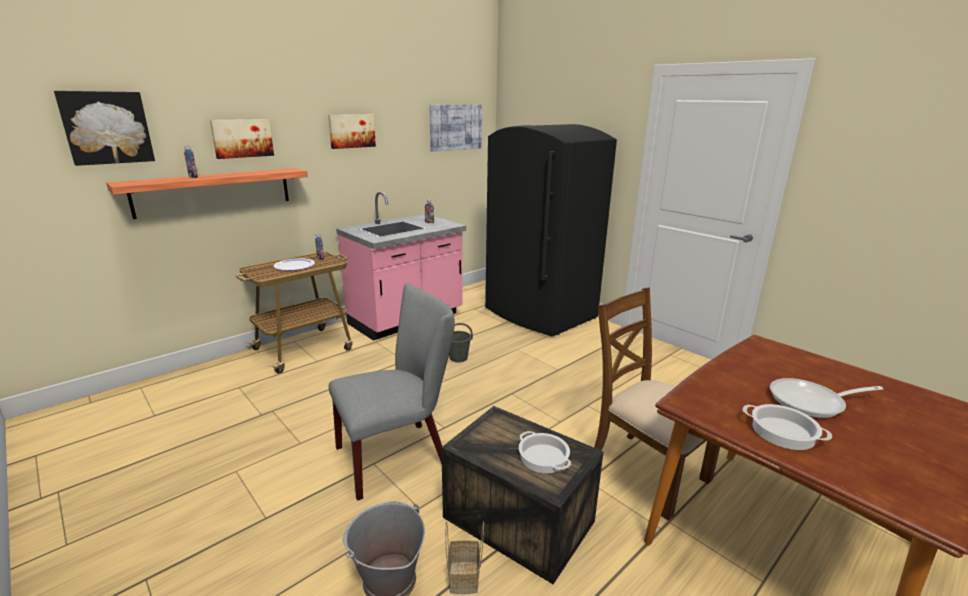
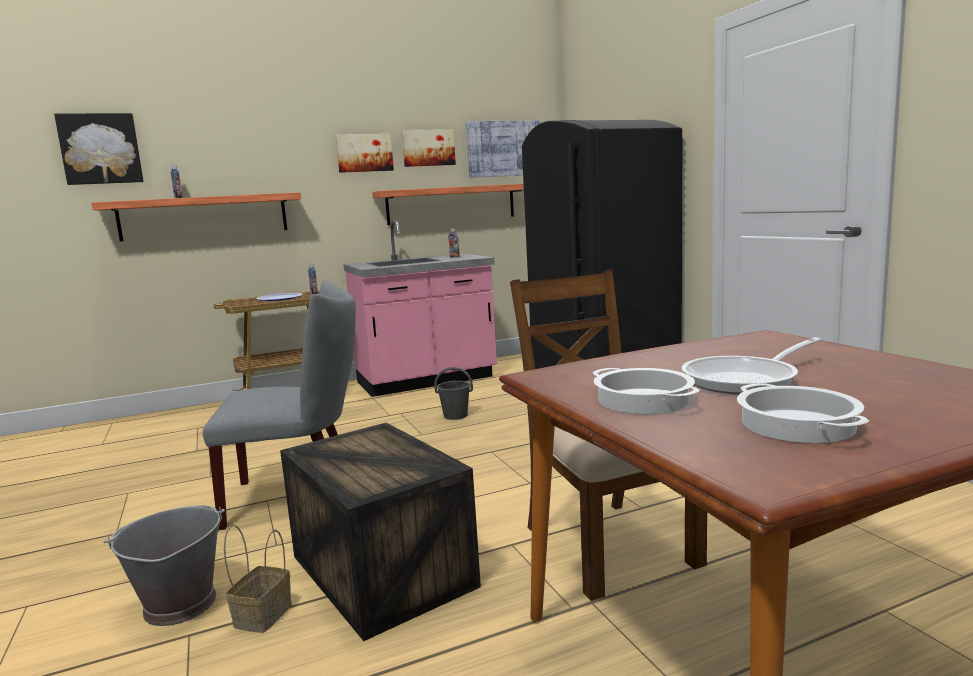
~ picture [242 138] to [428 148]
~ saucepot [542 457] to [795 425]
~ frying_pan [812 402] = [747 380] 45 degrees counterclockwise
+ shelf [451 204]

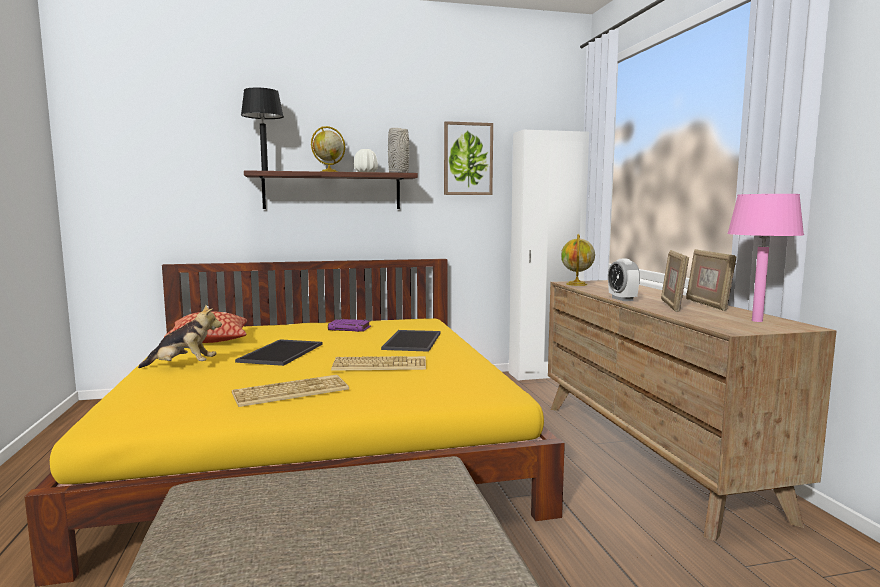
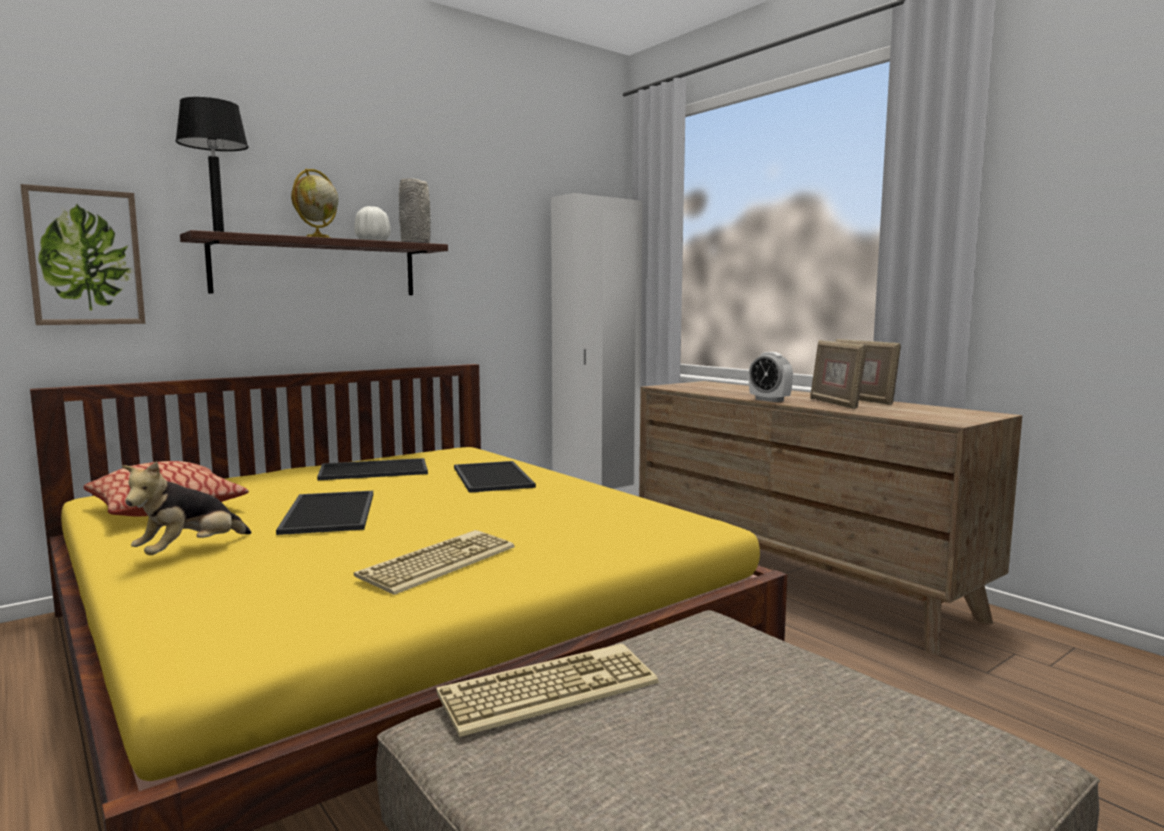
~ soft_toy [183 366] = [190 552] 150 degrees clockwise
~ purple_volume [350 328] to carrying_tray [375 470]
~ PC_keyboard [380 365] to [549 688]
~ picture [468 159] to [85 257]
- world_globe [577 284]
- pink_lamp_for_a_table [757 320]

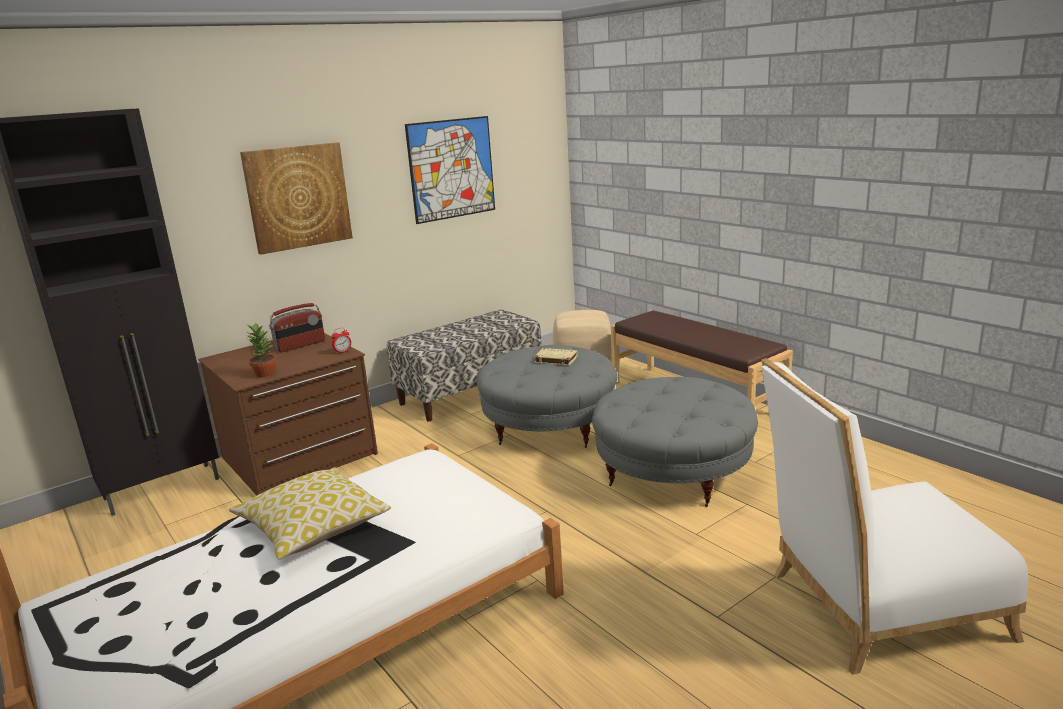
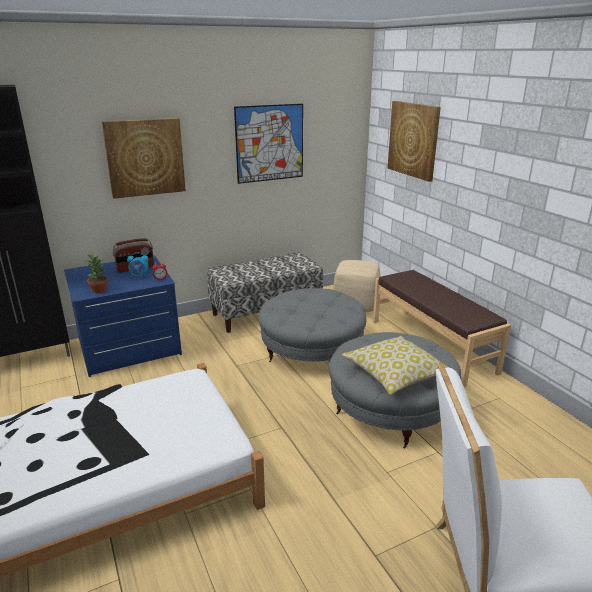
~ brownish_dresser [300 457] to blue-coloured_dresser [129 347]
~ throw_pillow [312 528] to [394 374]
- beige-coloured_volume [555 360]
+ bedside_clock [139 276]
+ picture [413 140]

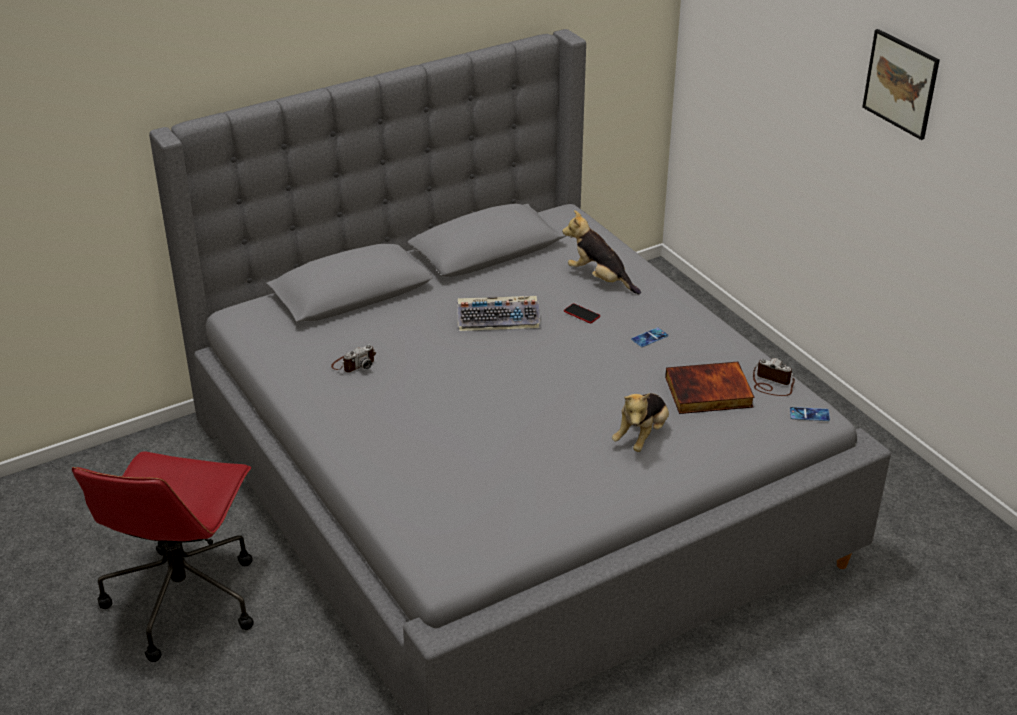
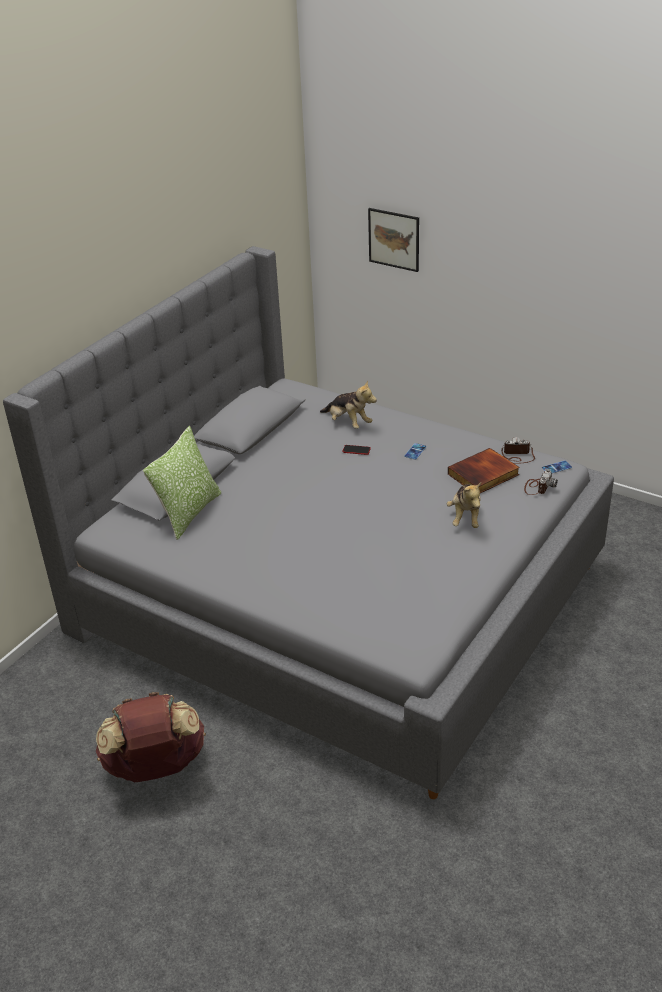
~ red_office_chair [183 598] to brownish_knapsack [156 767]
~ still_camera [354 363] to [538 487]
- PC_keyboard [499 319]
~ soft_toy [600 279] = [348 423] 150 degrees counterclockwise
~ picture [901 83] to [394 239]
+ throw_pillow [189 513]

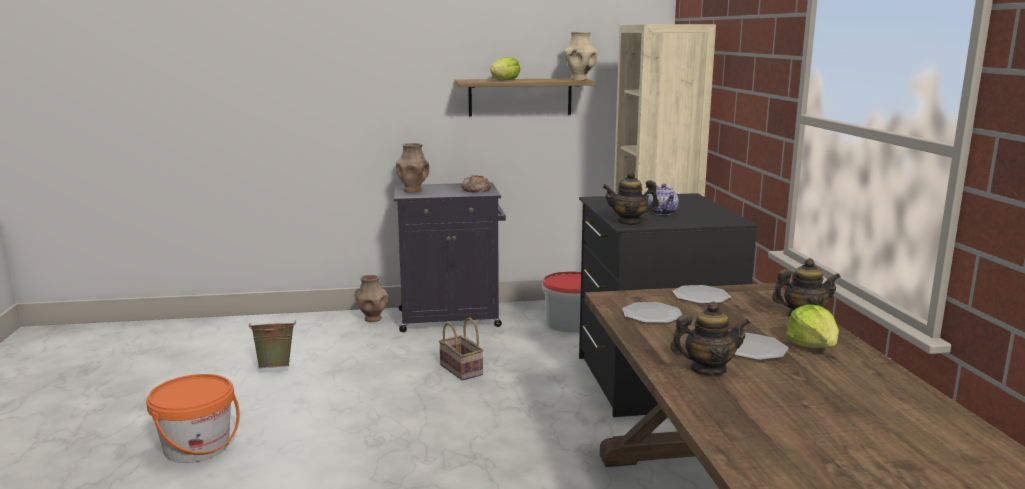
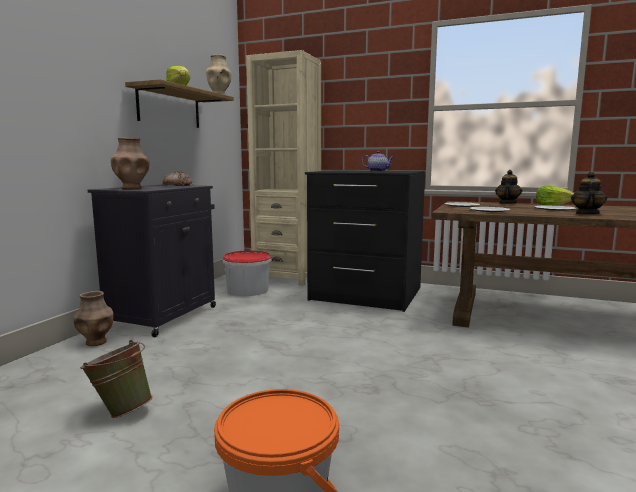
- household_basket [462 370]
- pot_for_tea [629 222]

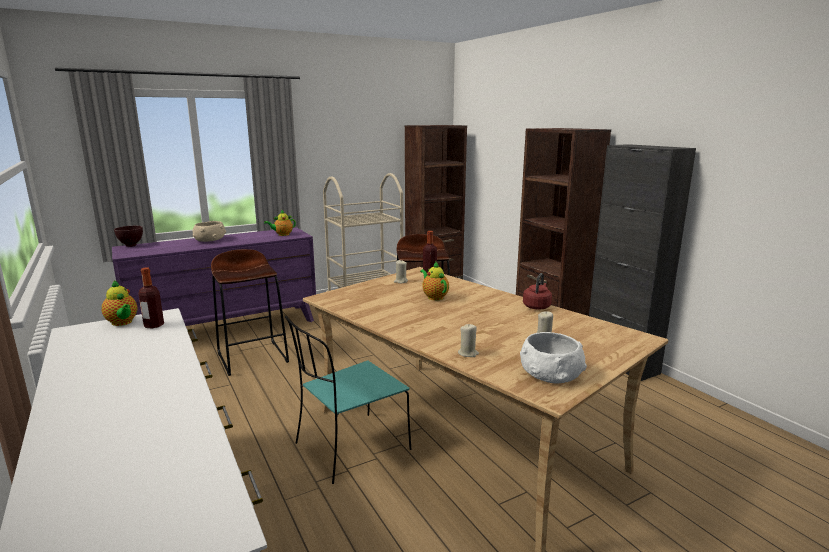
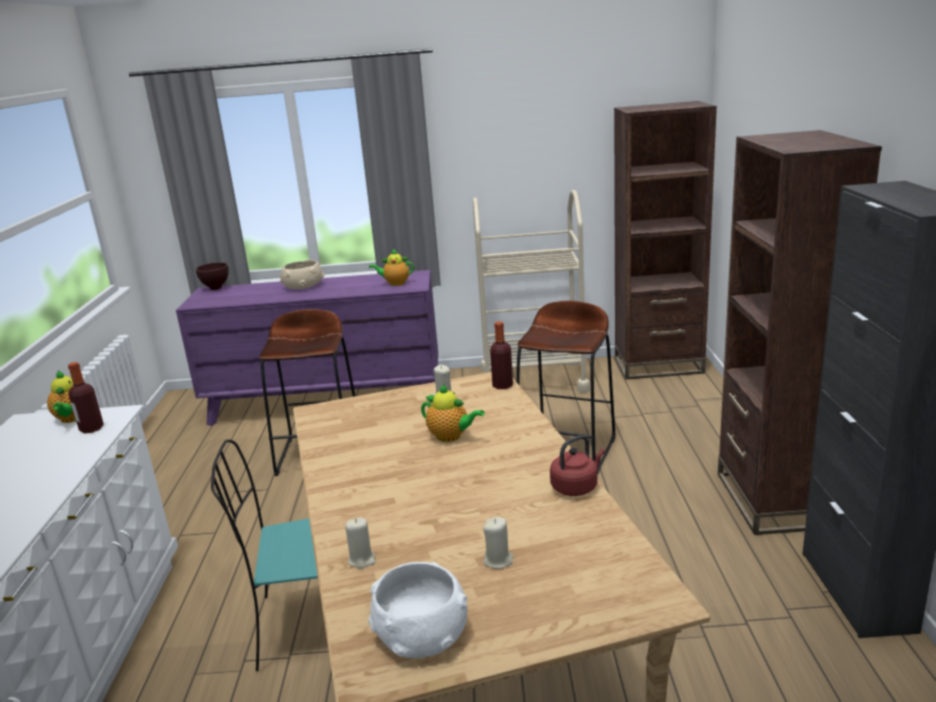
~ pot_for_tea [434 297] = [451 436] 120 degrees clockwise

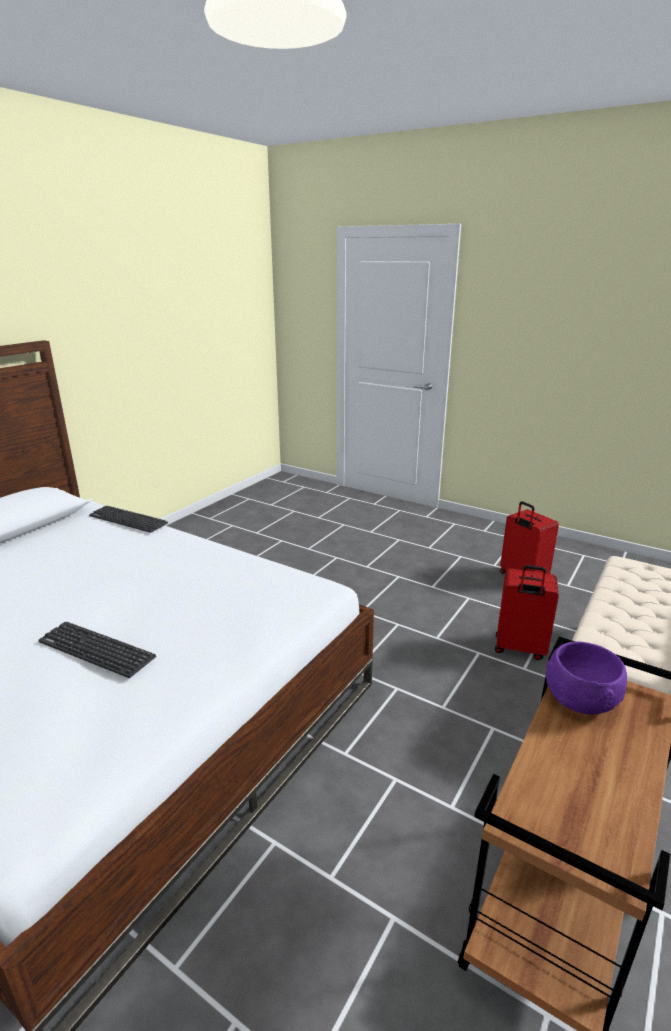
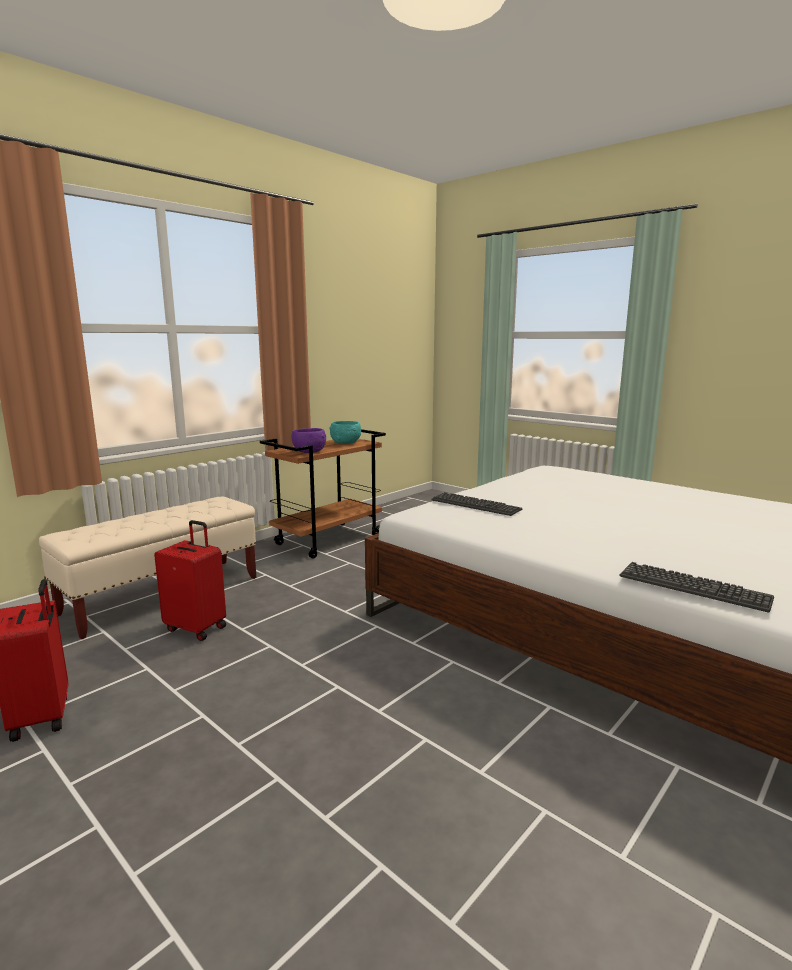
~ PC_keyboard [96 649] to [475 505]
+ blue-green_deep_dish [346 443]

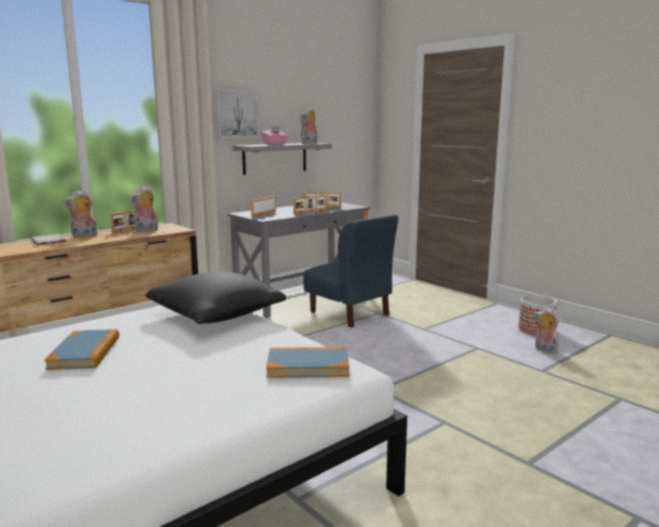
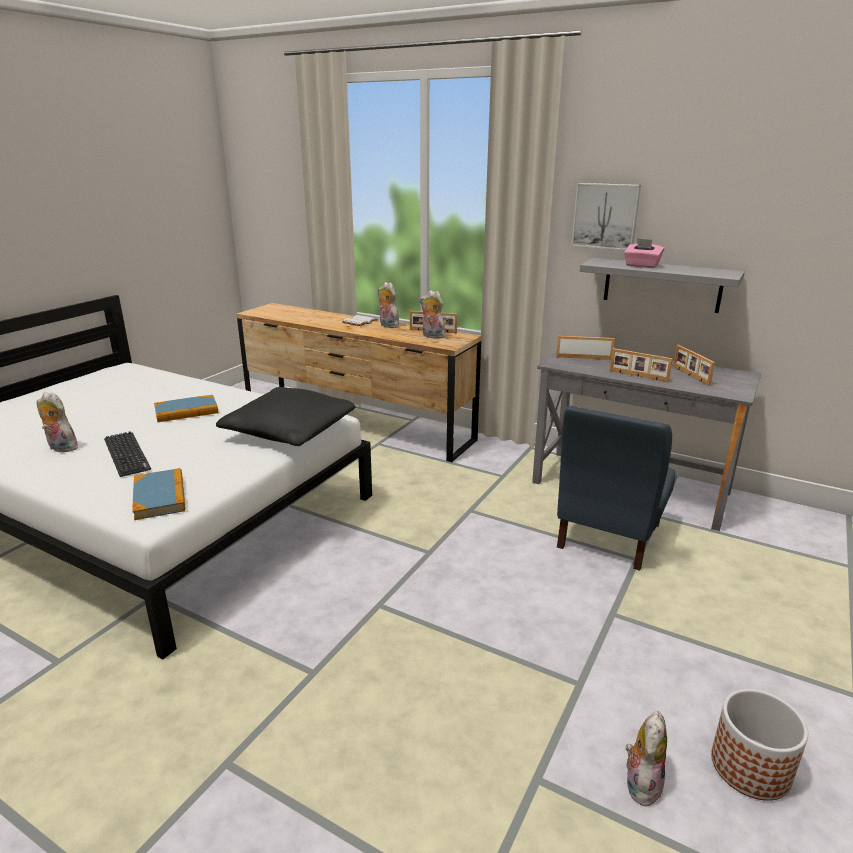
~ soft_toy [309 143] to [60 448]
+ PC_keyboard [126 454]

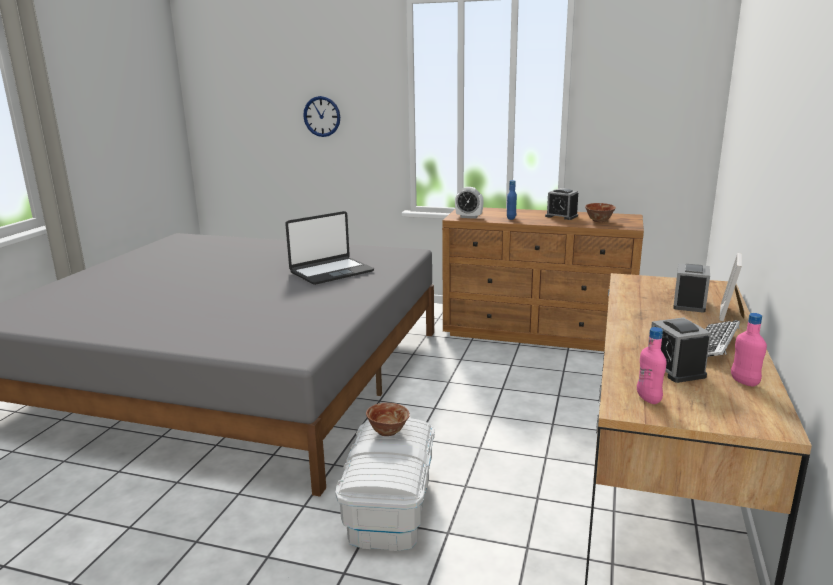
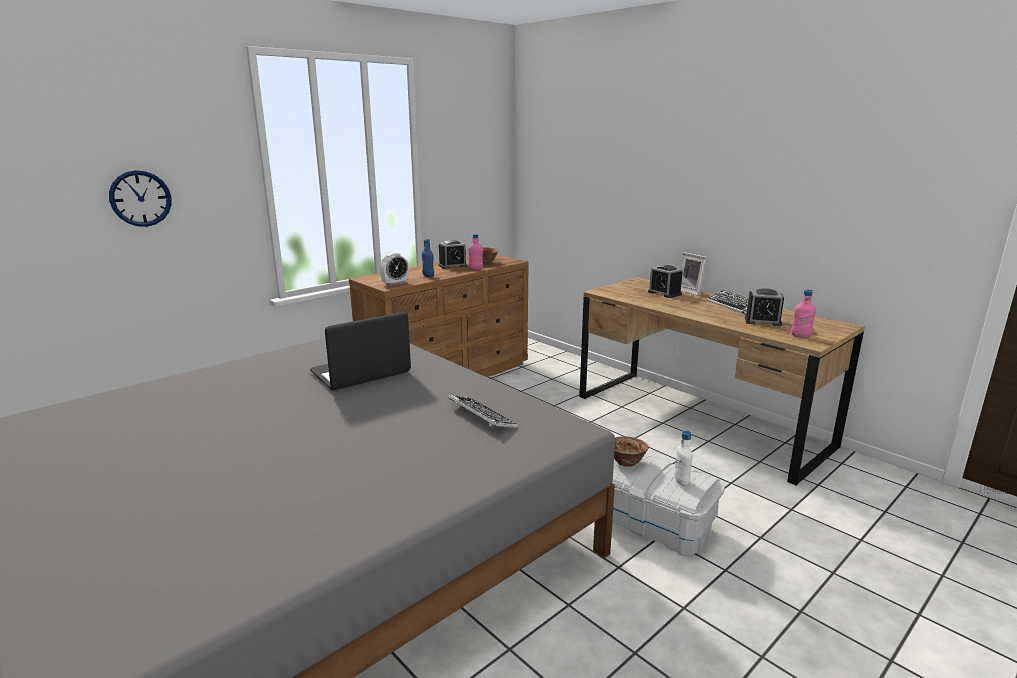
~ notebook_computer [331 272] = [361 373] 120 degrees counterclockwise
~ pink_beverage_bottle [744 382] to [476 269]
+ PC_keyboard [481 417]
+ white-coloured_beverage_bottle [681 481]

